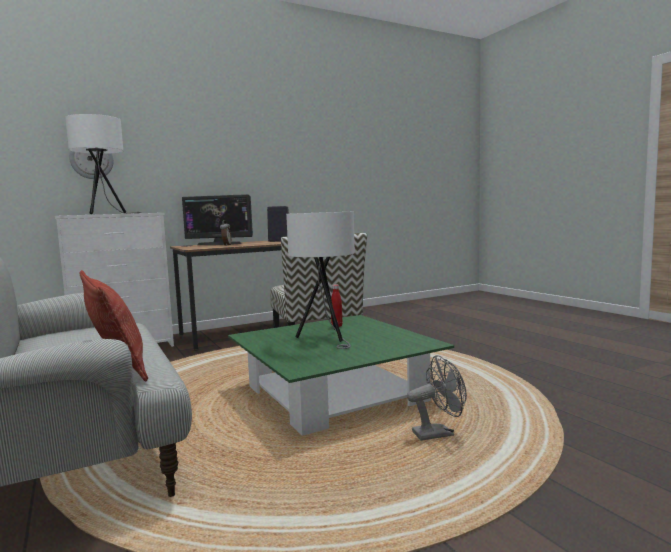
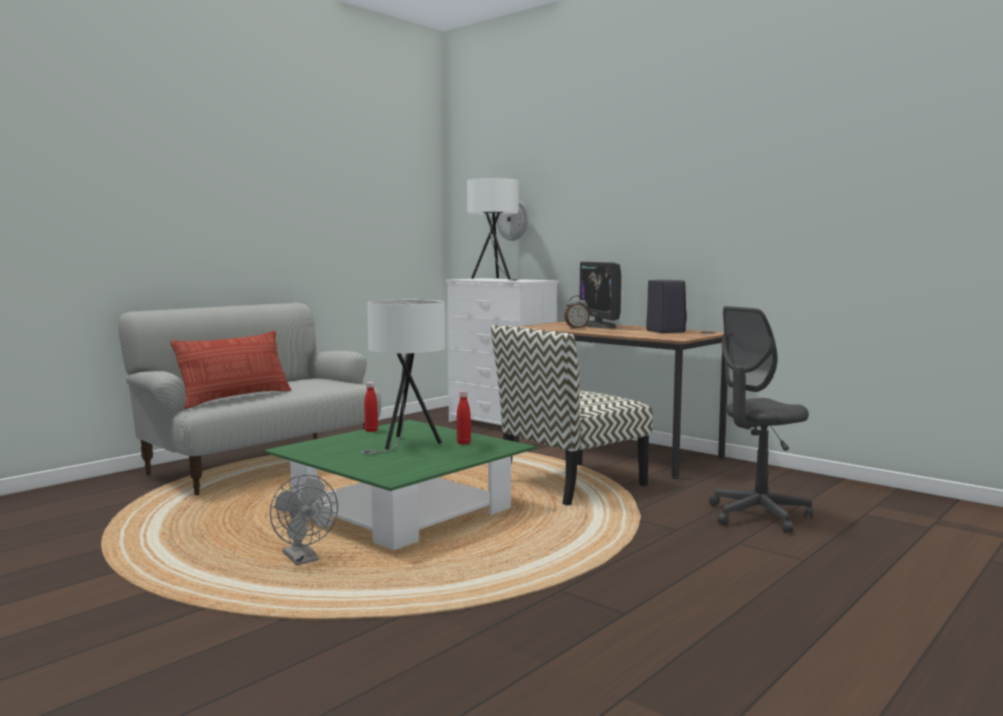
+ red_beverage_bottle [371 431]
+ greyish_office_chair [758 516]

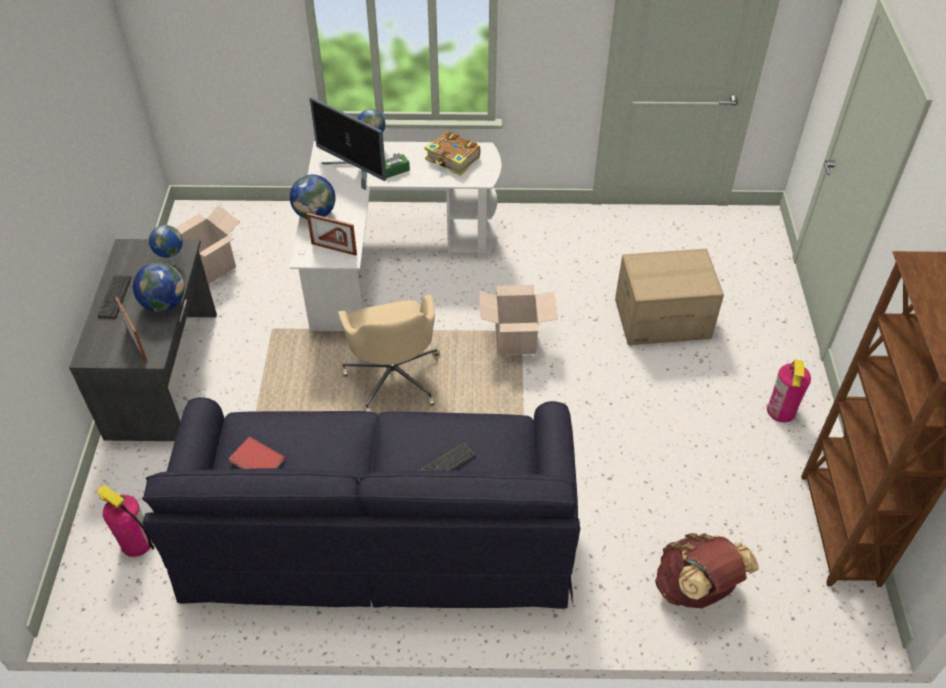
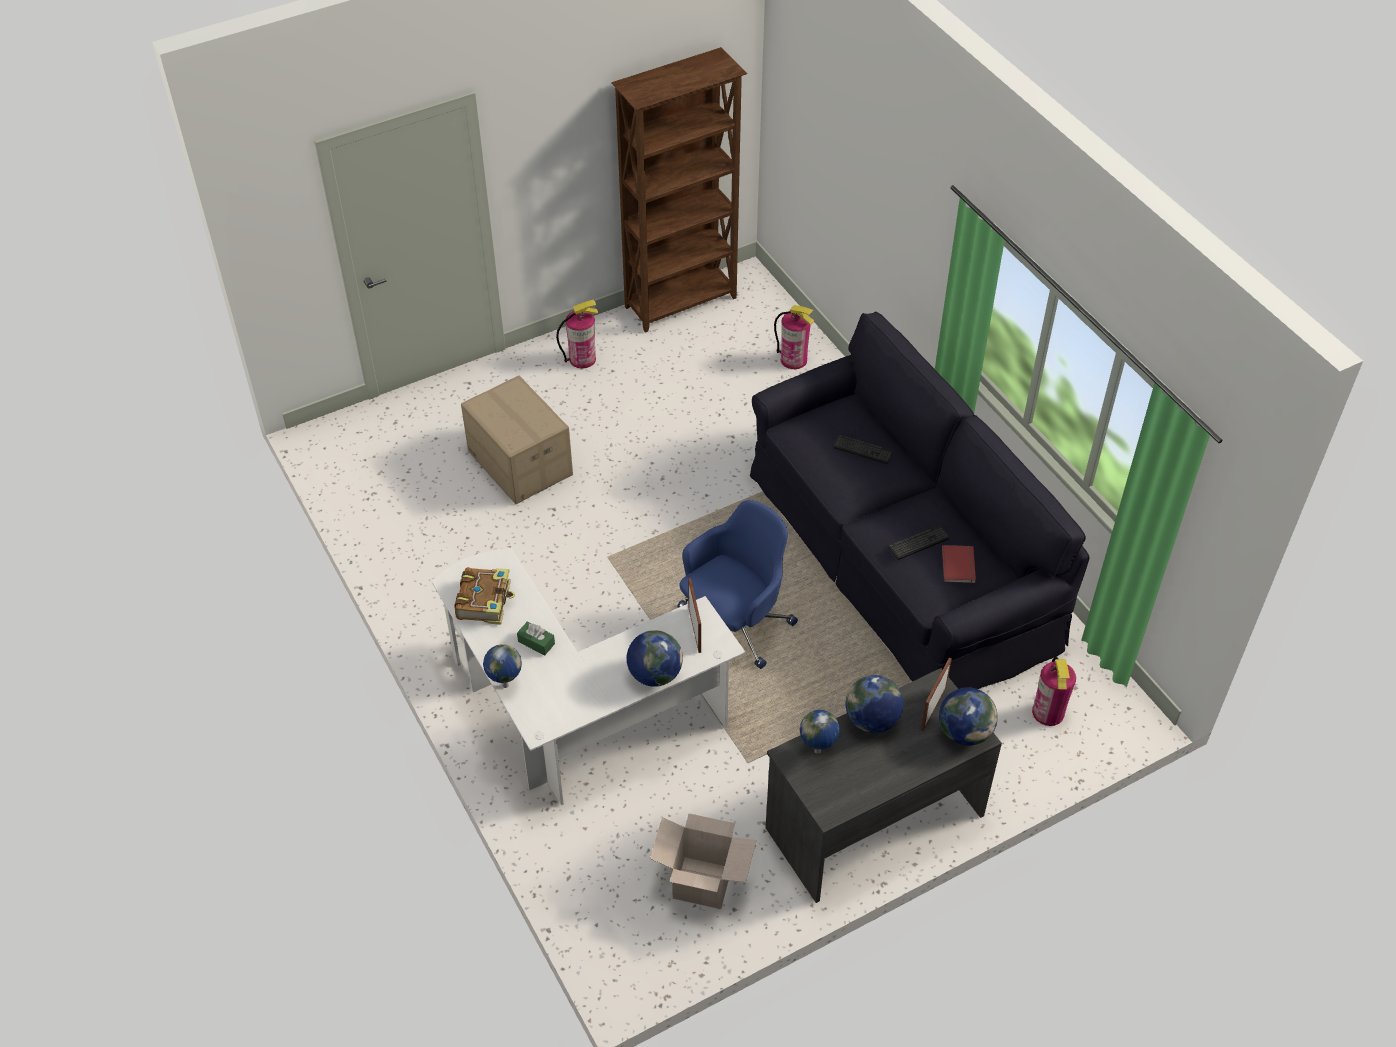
~ PC_keyboard [115 297] to [918 543]
- computer_screen [354 171]
~ beige-coloured_office_chair [394 376] to blue-coloured_office_chair [734 626]
- cardboard_box [515 340]
~ brownish_knapsack [695 589] to extinguisher [793 360]
+ world_globe [964 732]

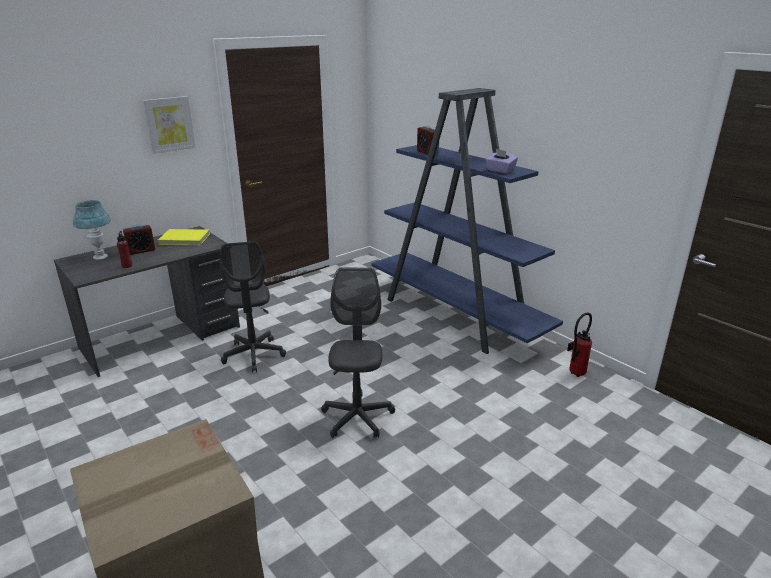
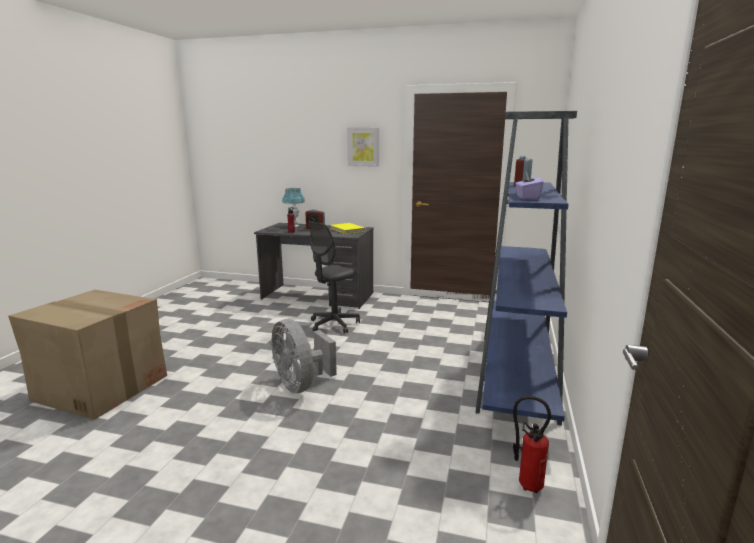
~ greyish_office_chair [357 417] to greyish_fan [301 385]

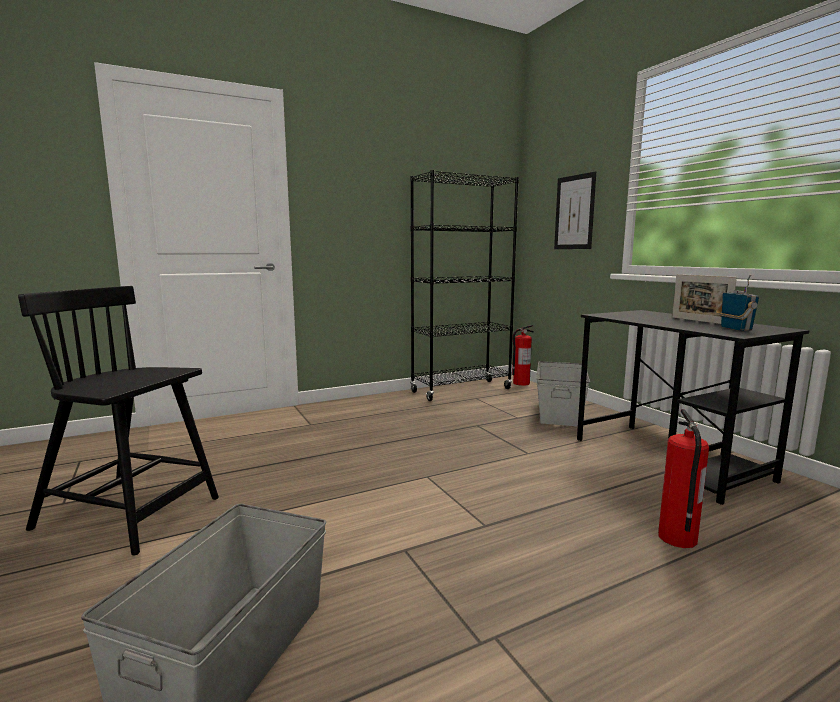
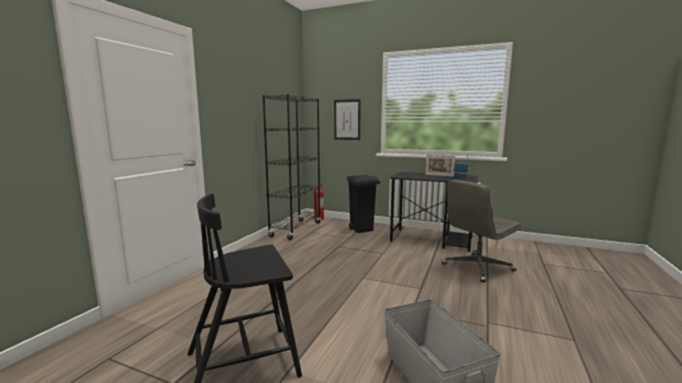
~ greyish_storage_container [560 412] to black-coloured_waste_bin [362 230]
~ extinguisher [677 538] to greyish_office_chair [477 268]

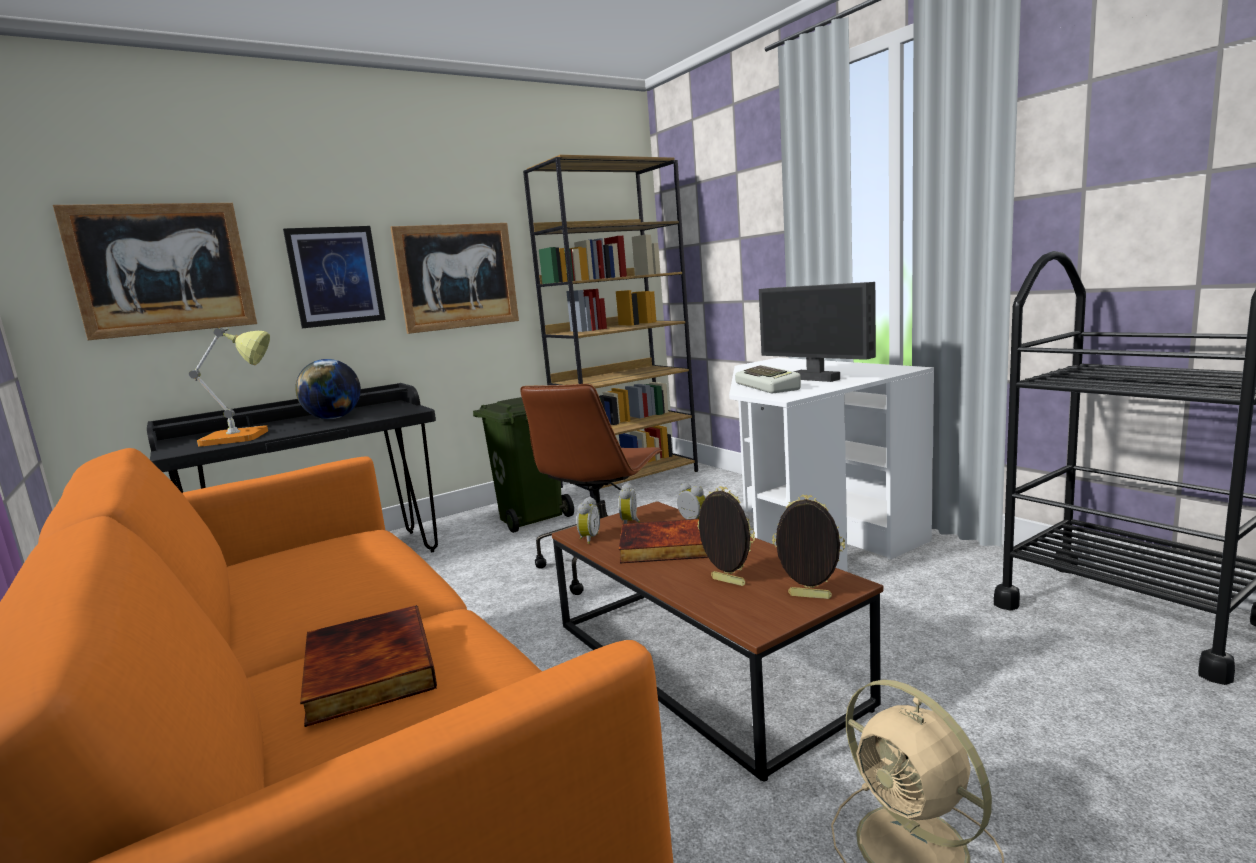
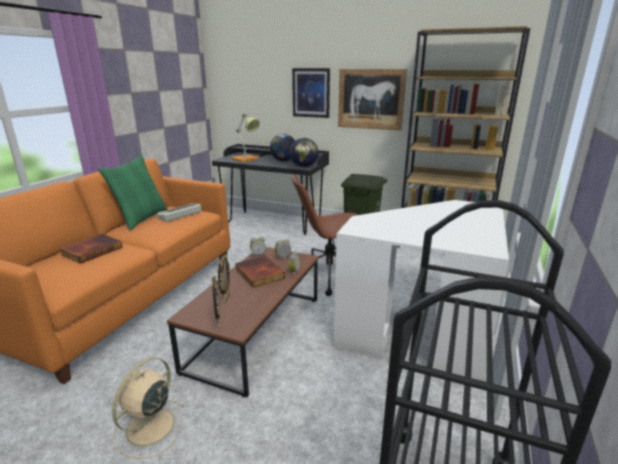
- picture [162 269]
~ PC_keyboard [769 386] to [180 215]
- computer_screen [816 379]
+ greenish_throw_pillow [141 218]
+ world_globe [304 166]

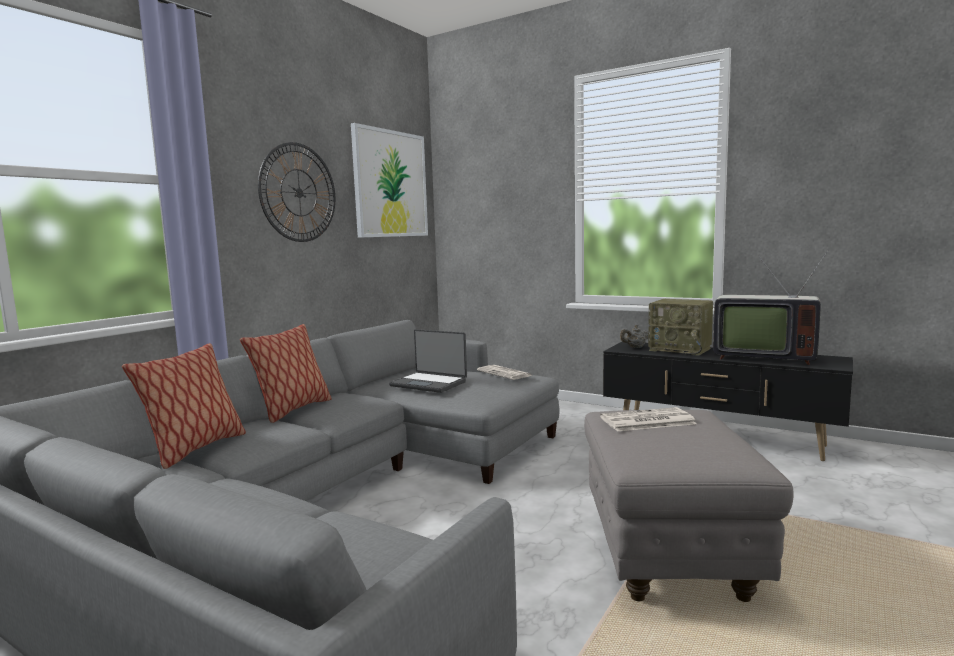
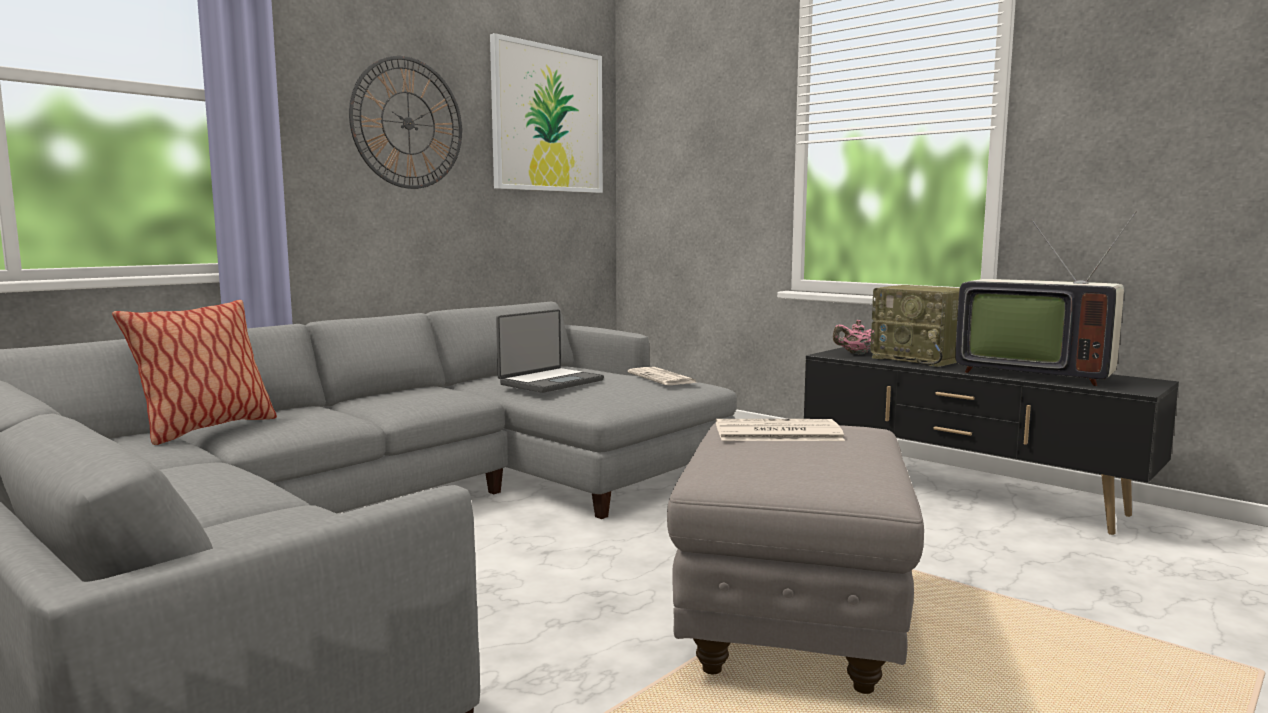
- throw_pillow [293 410]
~ notebook_computer [429 383] = [550 382] 90 degrees counterclockwise
~ greyish_pot_for_tea [635 347] to pink_pot_for_tea [855 354]

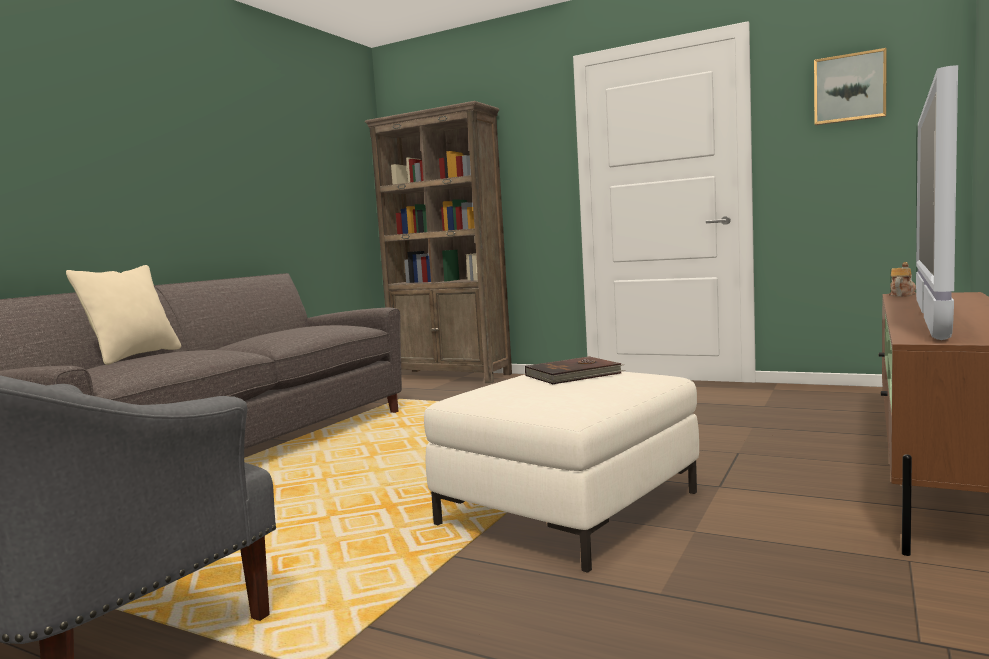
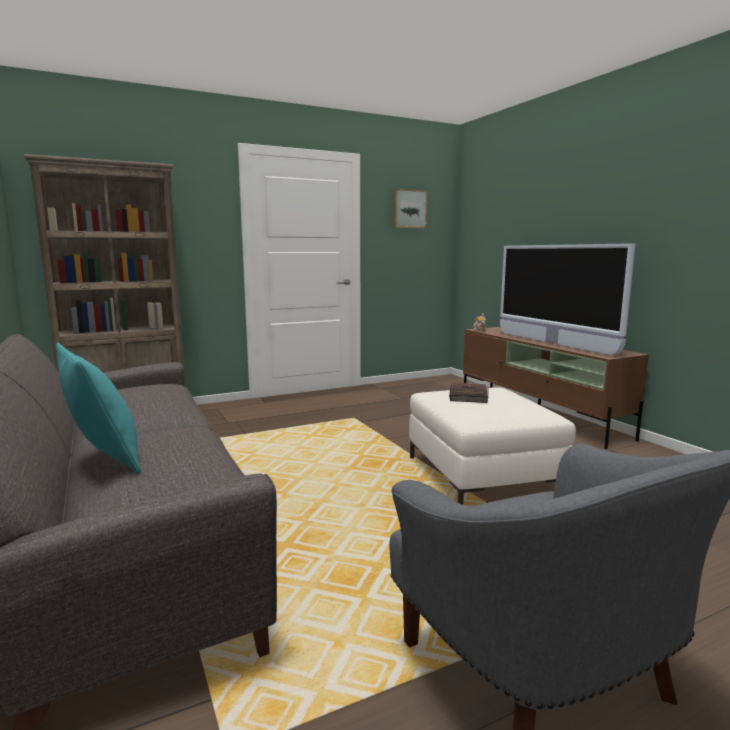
~ beige-coloured_throw_pillow [134 356] to blue-green_throw_pillow [104 459]

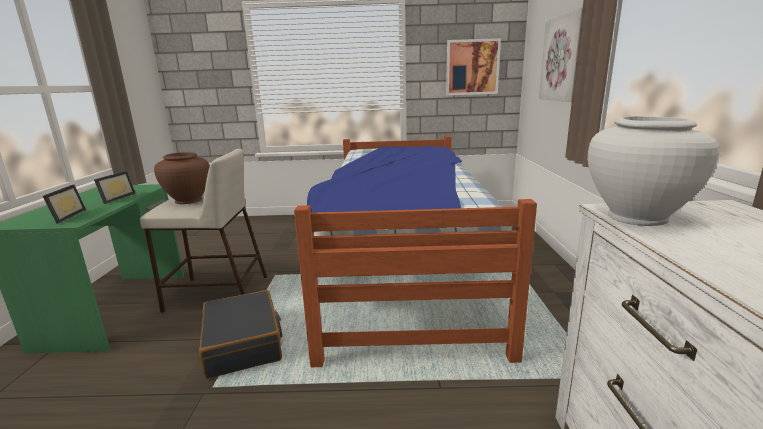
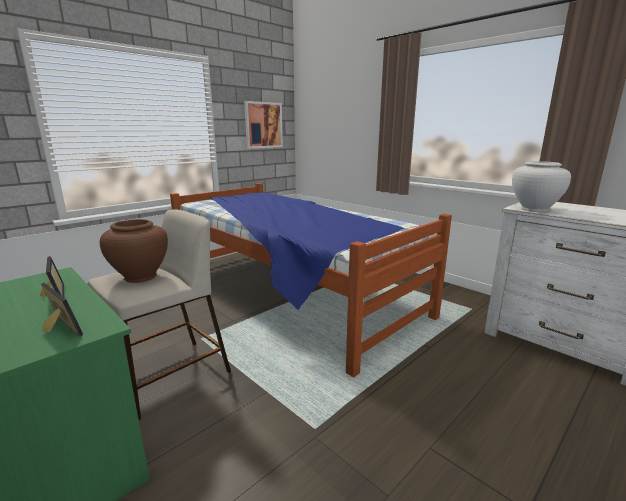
- black-coloured_travel_case [243 343]
- picture [563 58]

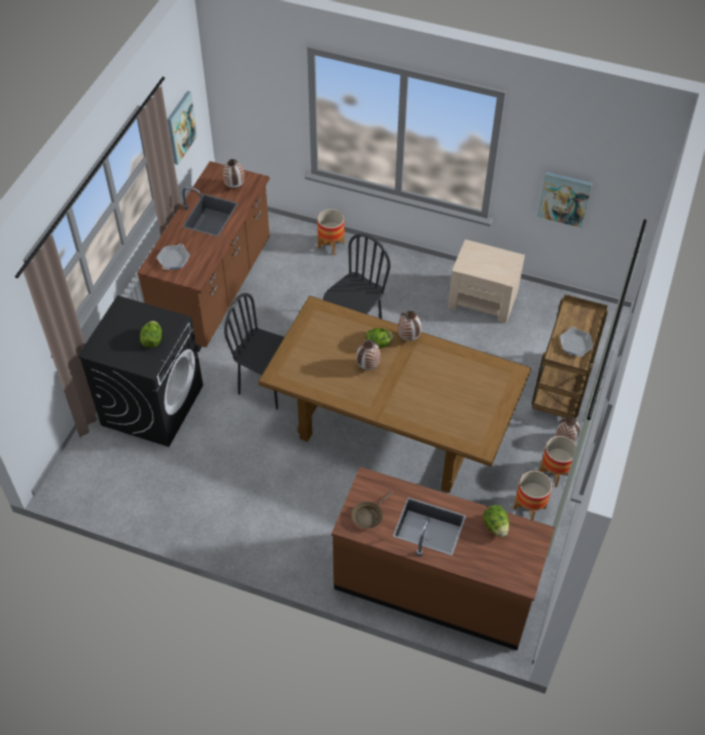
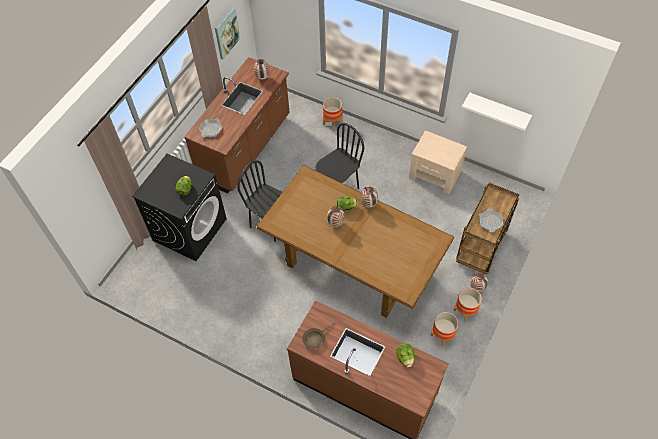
~ picture [564 198] to white-coloured_shelf [498 110]

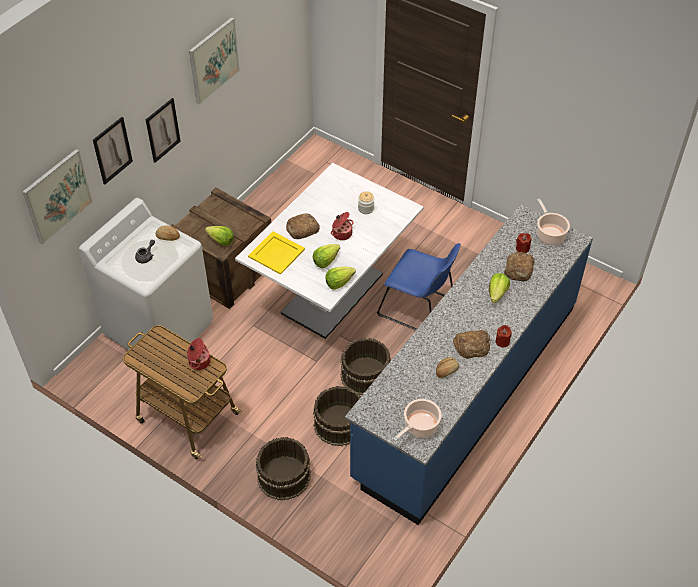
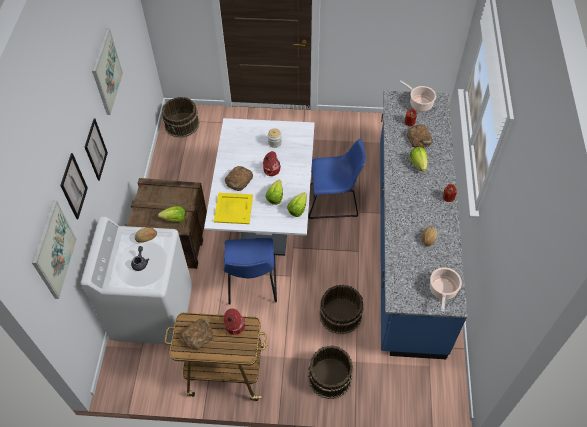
~ brownish_pail [365 375] to [182 124]
~ baked_bread [472 346] to [197 335]
+ blue-coloured_plain_chair [252 283]

